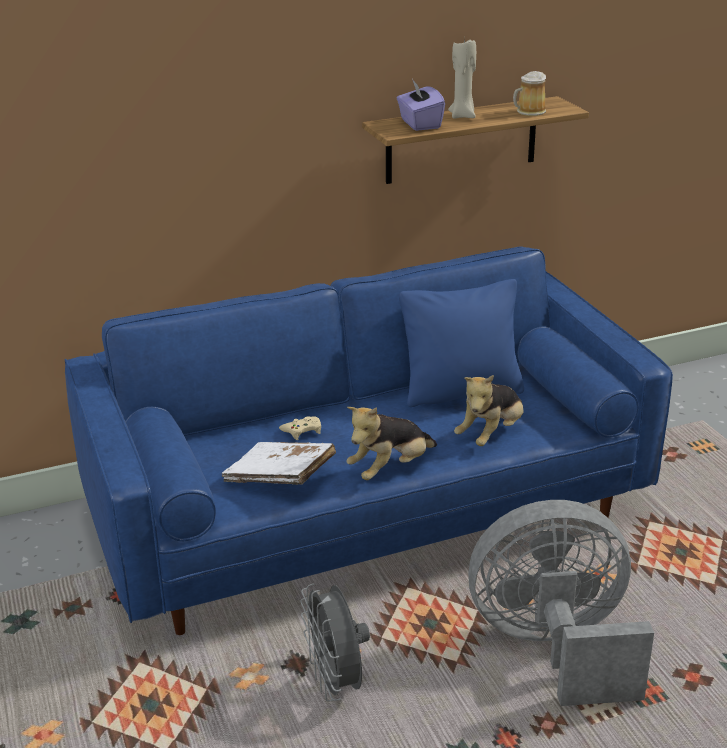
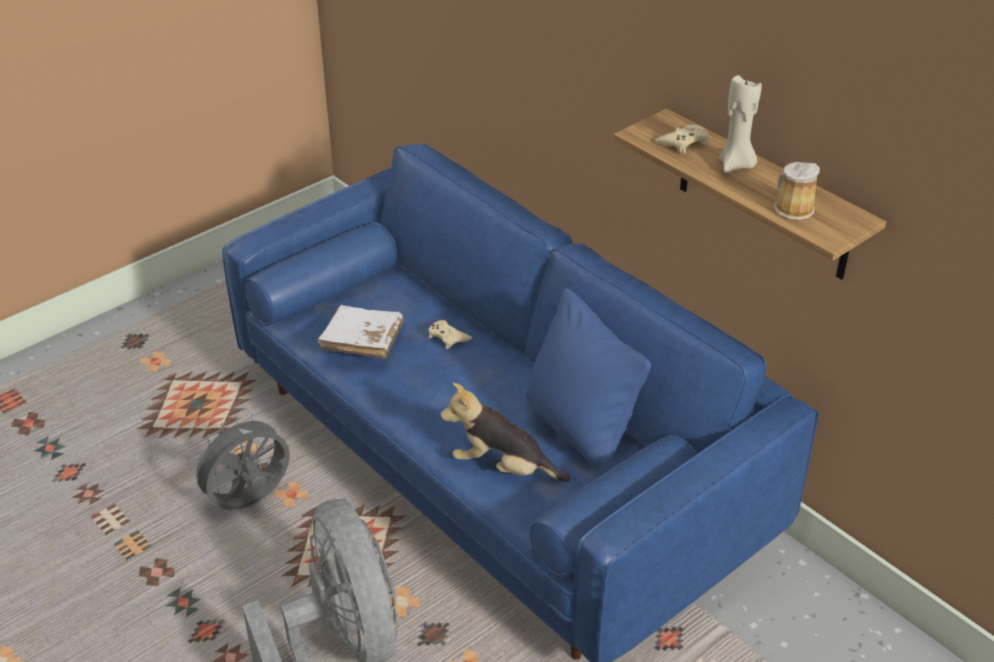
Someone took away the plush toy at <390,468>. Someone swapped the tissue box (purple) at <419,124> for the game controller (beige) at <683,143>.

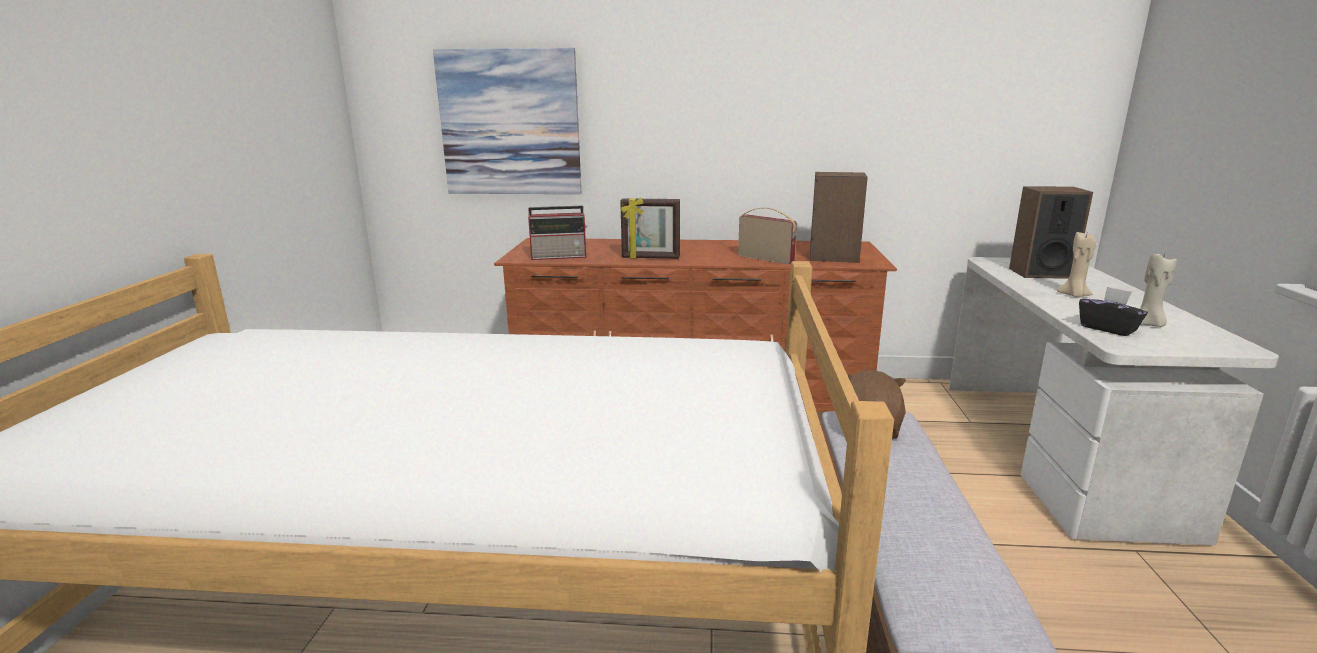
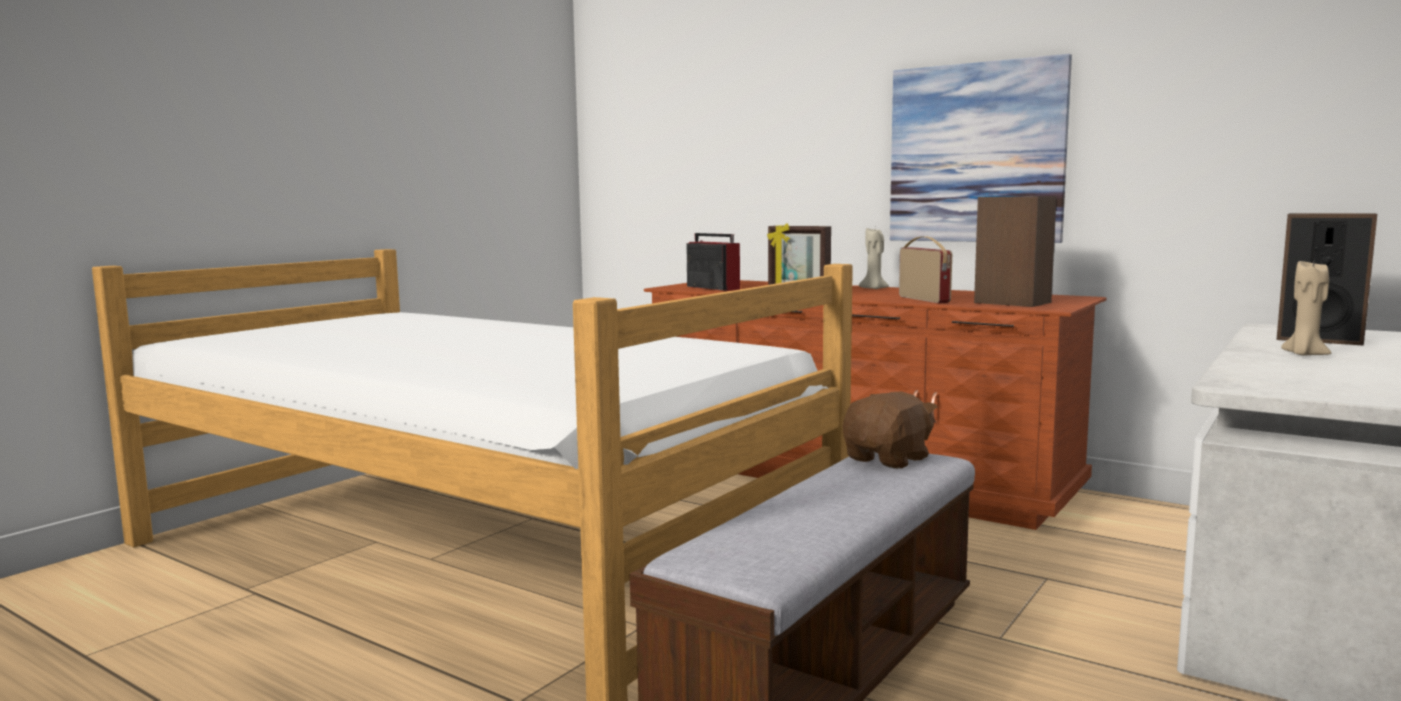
Someone carried the picture from <510,123> to <976,153>. Someone rotated the radio at <560,256> by 150 degrees counterclockwise. Someone took away the tissue box (black) at <1108,328>. Someone carried the candle (beige) from <1148,324> to <873,289>.

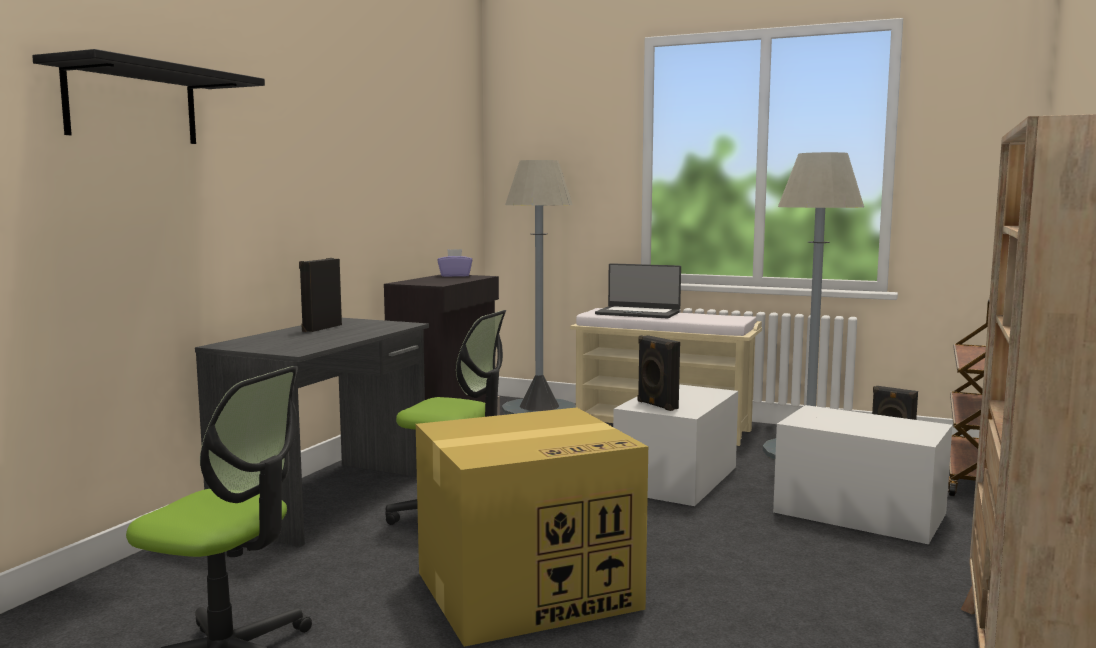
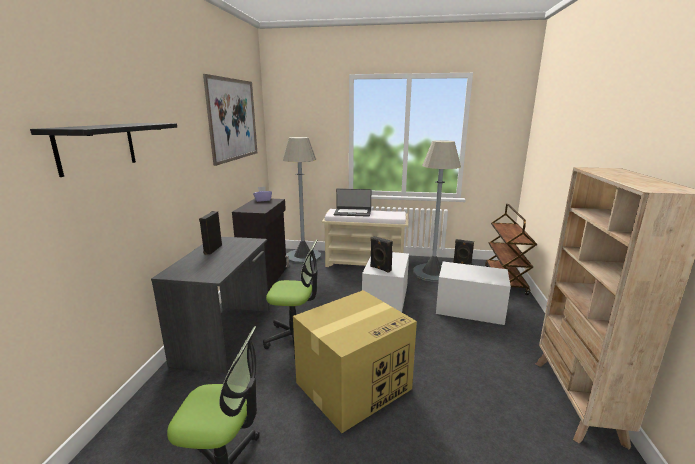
Someone put up the picture at <233,119>.

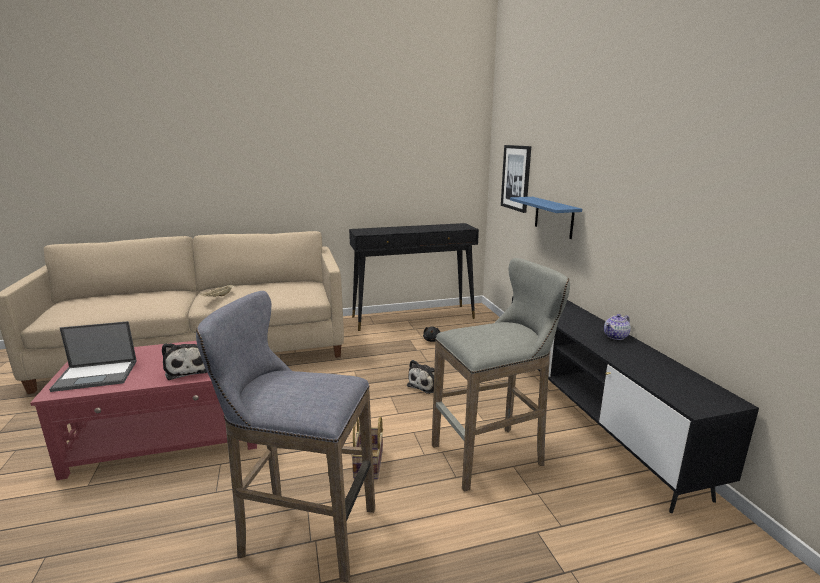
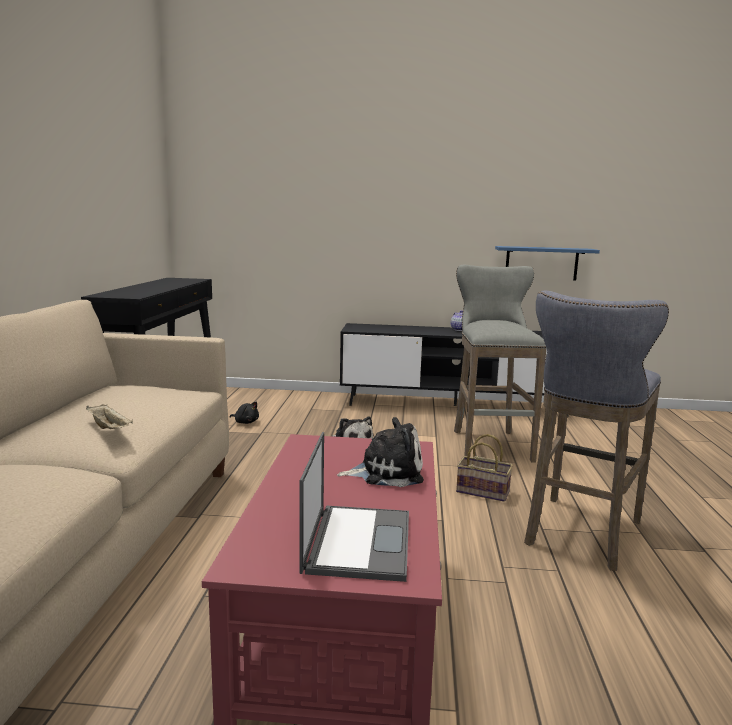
Someone took away the picture at <516,177>. Someone carried the shelf (blue) from <554,217> to <541,263>.

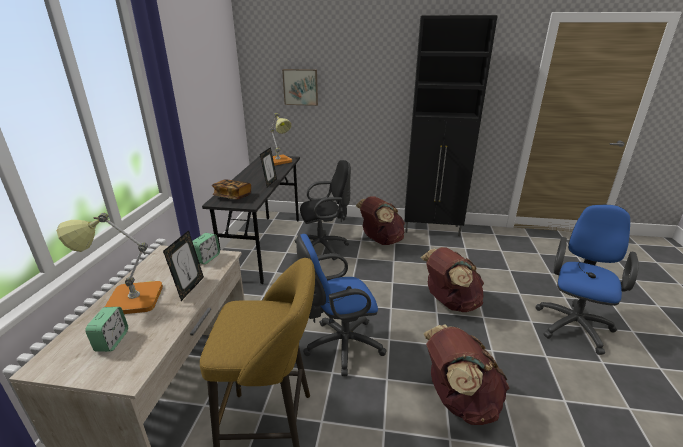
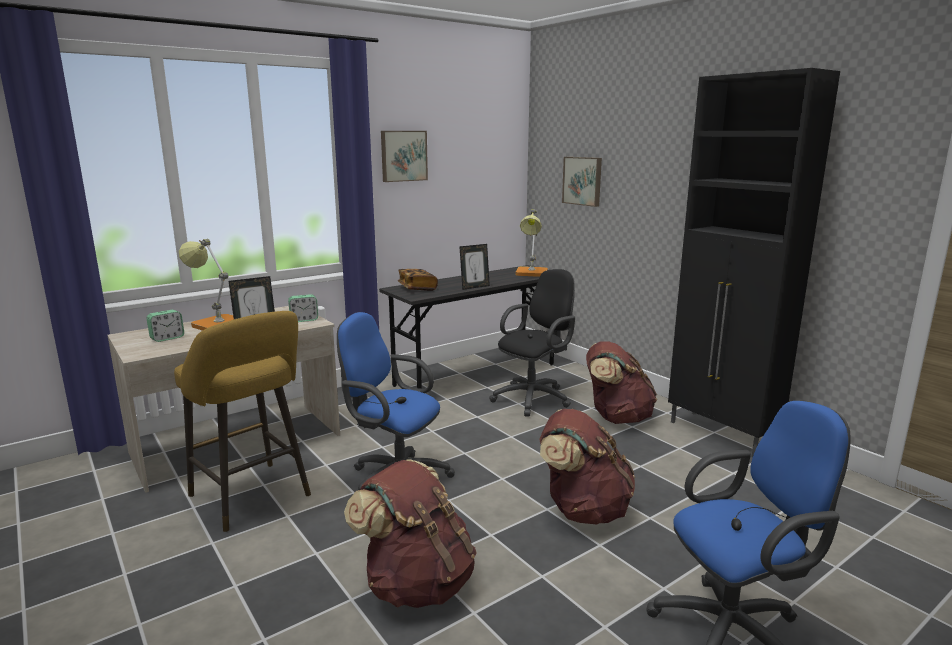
Someone rotated the office chair (black) at <324,247> by 75 degrees counterclockwise. Someone put up the picture at <403,156>.

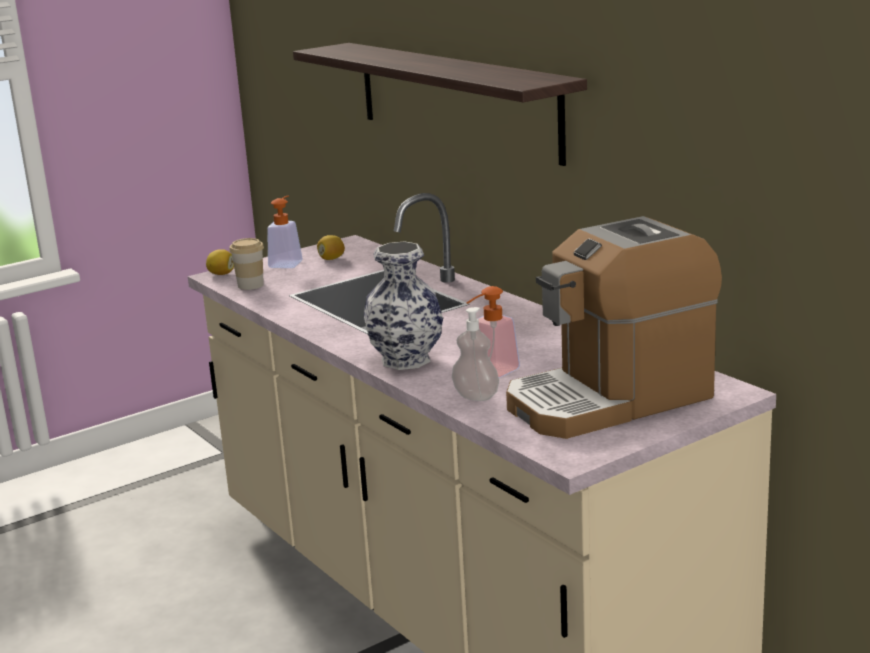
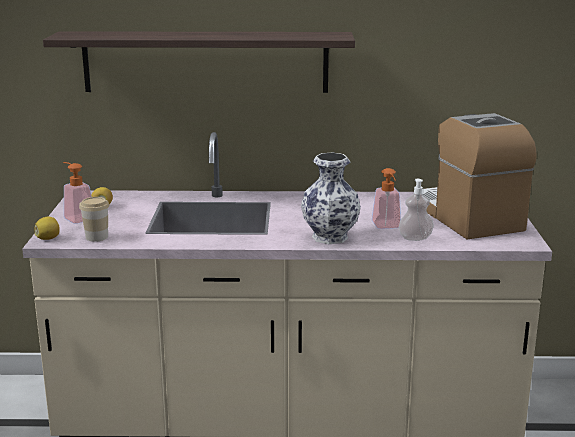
Someone rotated the coffee machine at <610,399> by 150 degrees clockwise.

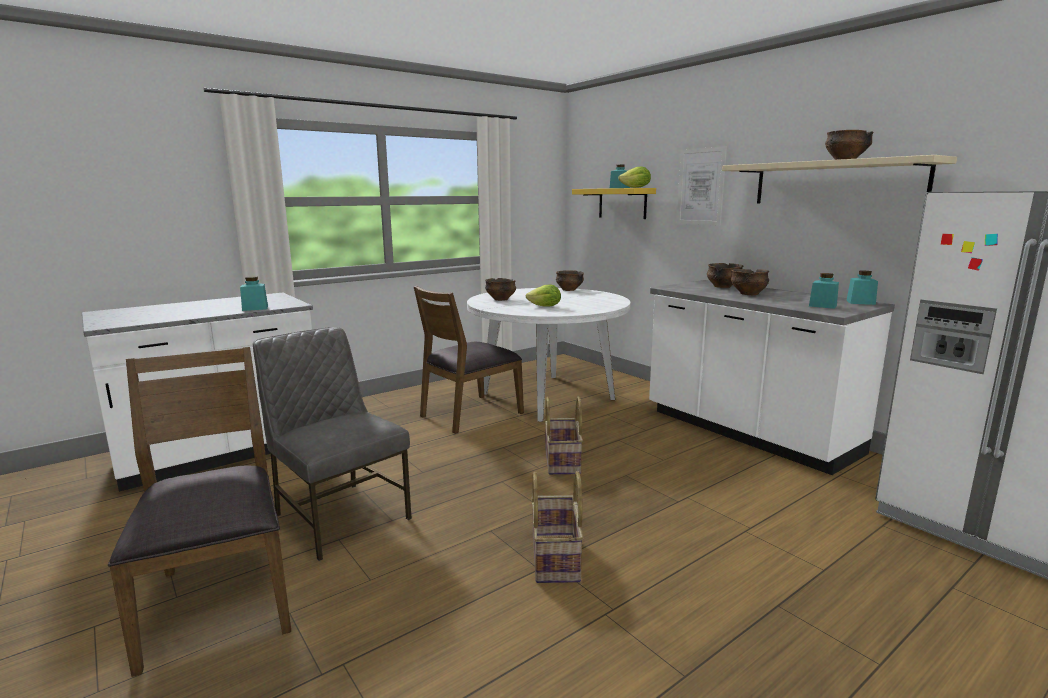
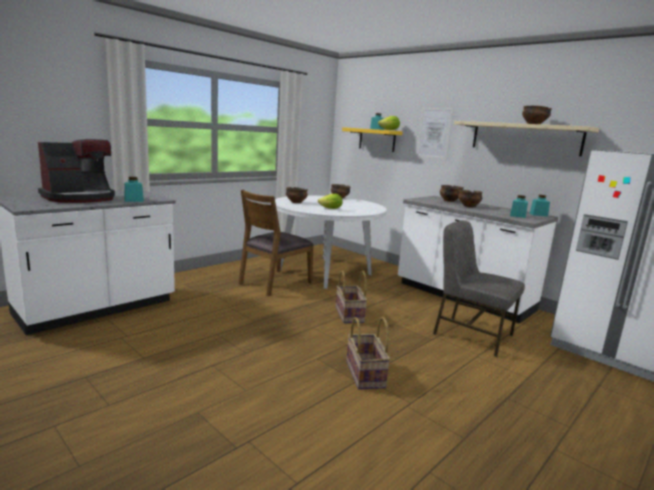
Someone took away the chair (brown) at <220,600>. Someone carried the chair (grey) from <340,516> to <471,334>. Someone put down the coffee machine at <80,198>.

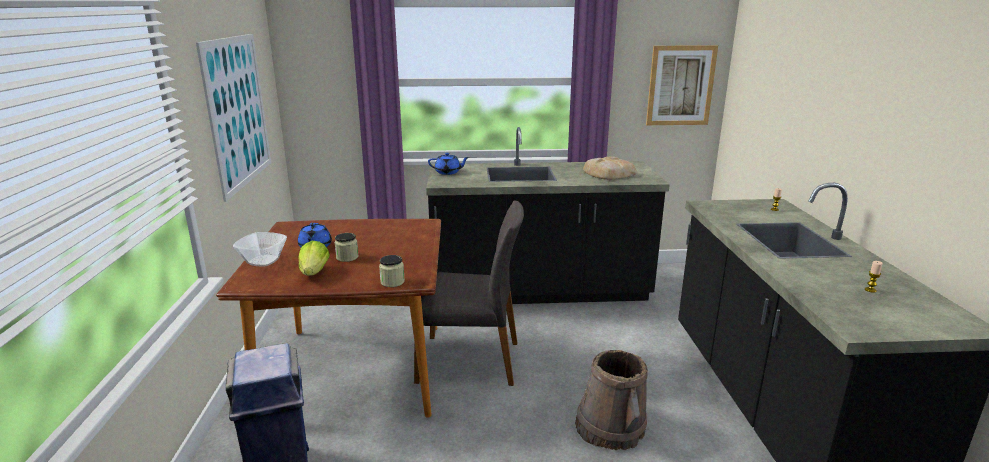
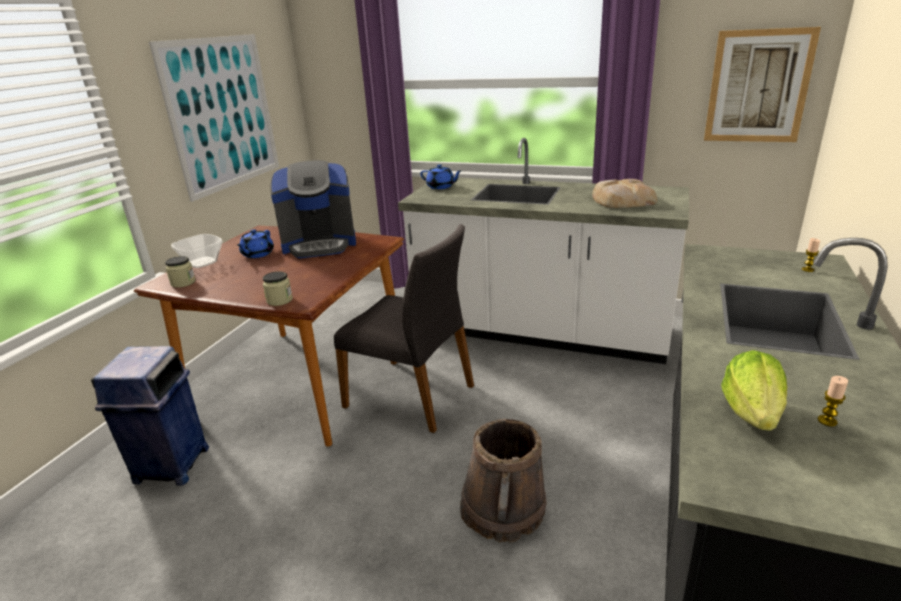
Someone carried the lettuce from <314,273> to <752,413>. Someone carried the jar from <347,257> to <183,283>. Someone repainted the counter (black) at <539,292>, which became the counter (white) at <540,333>. Someone put down the coffee machine at <320,244>.

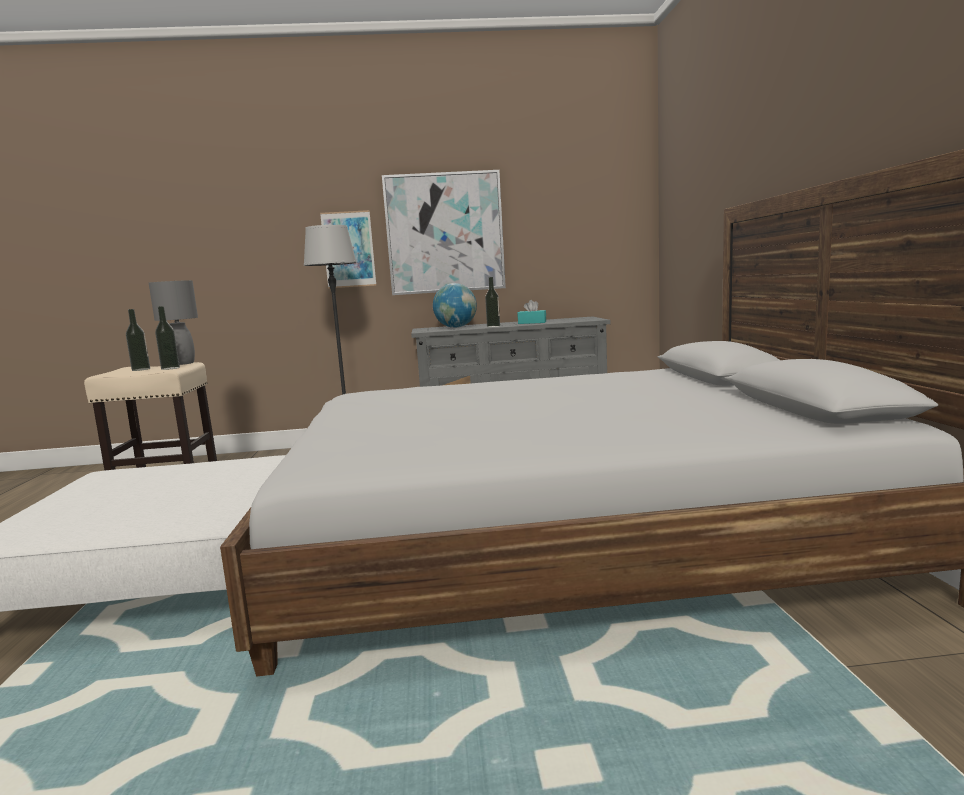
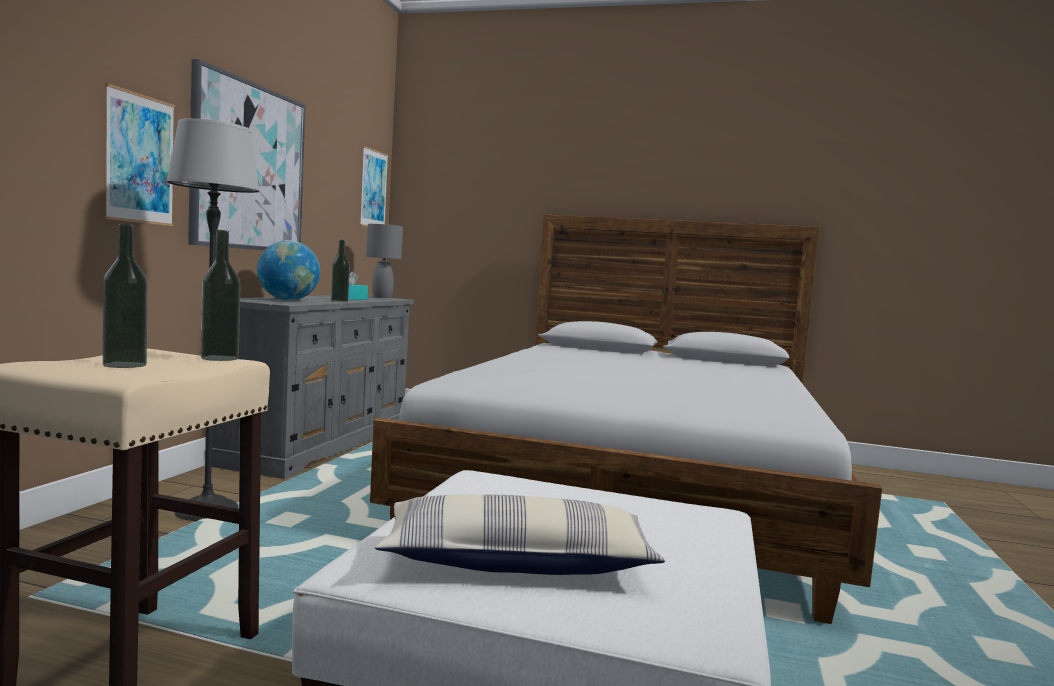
Someone carried the table lamp (grey) from <183,363> to <381,297>. Someone put up the picture at <373,189>. Someone put down the pillow at <517,561>.

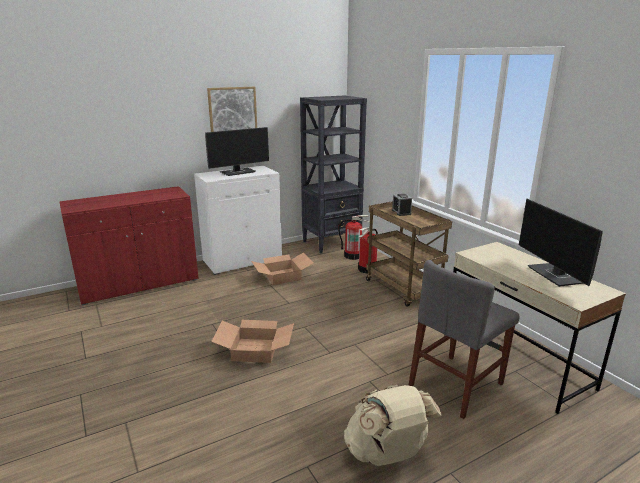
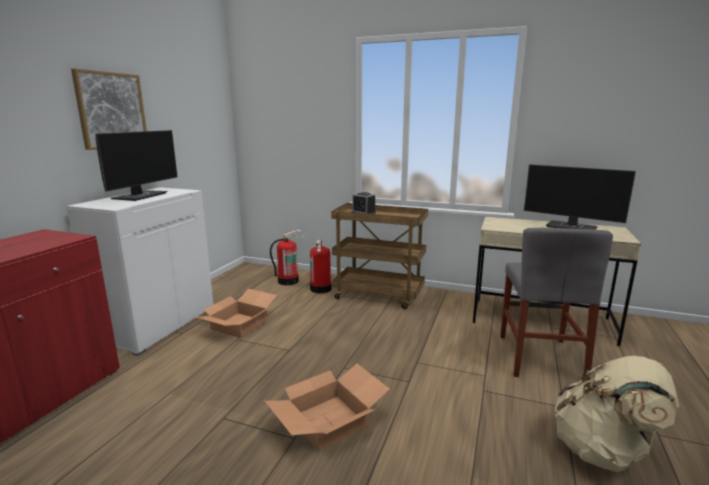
Someone took away the bookcase (black) at <332,243>.

